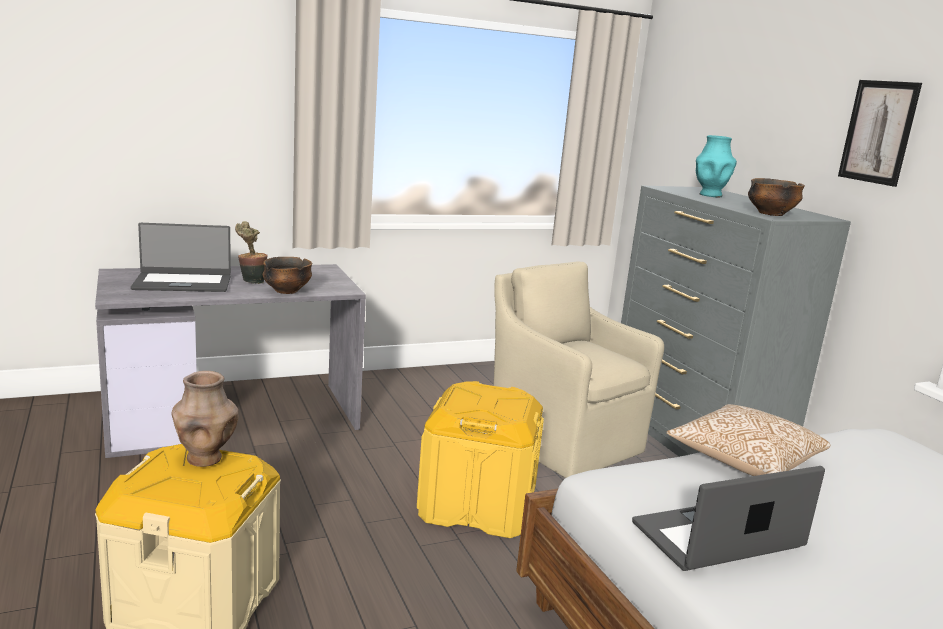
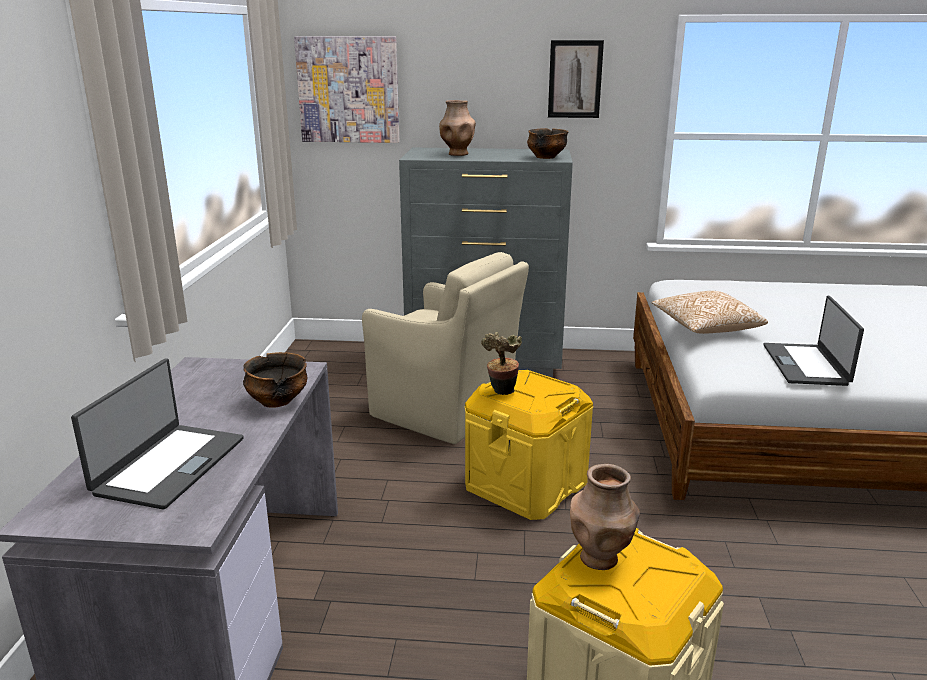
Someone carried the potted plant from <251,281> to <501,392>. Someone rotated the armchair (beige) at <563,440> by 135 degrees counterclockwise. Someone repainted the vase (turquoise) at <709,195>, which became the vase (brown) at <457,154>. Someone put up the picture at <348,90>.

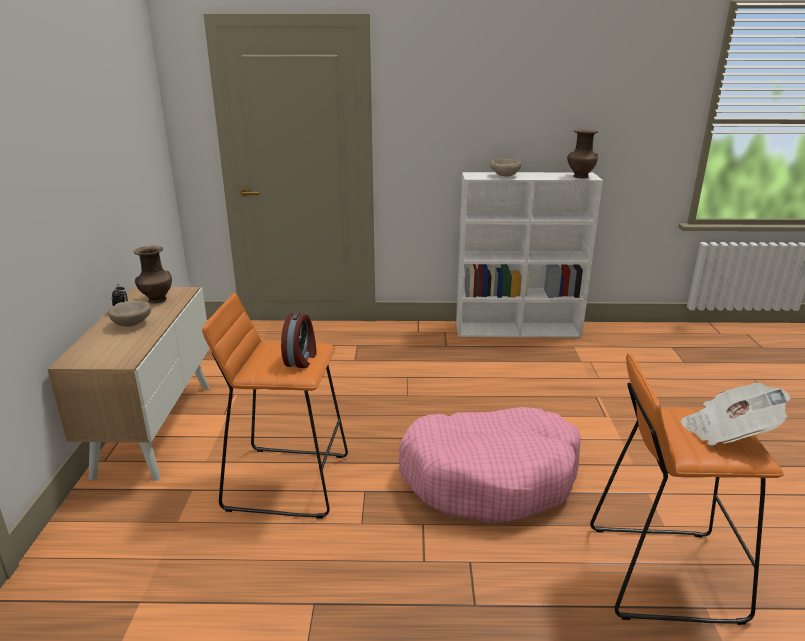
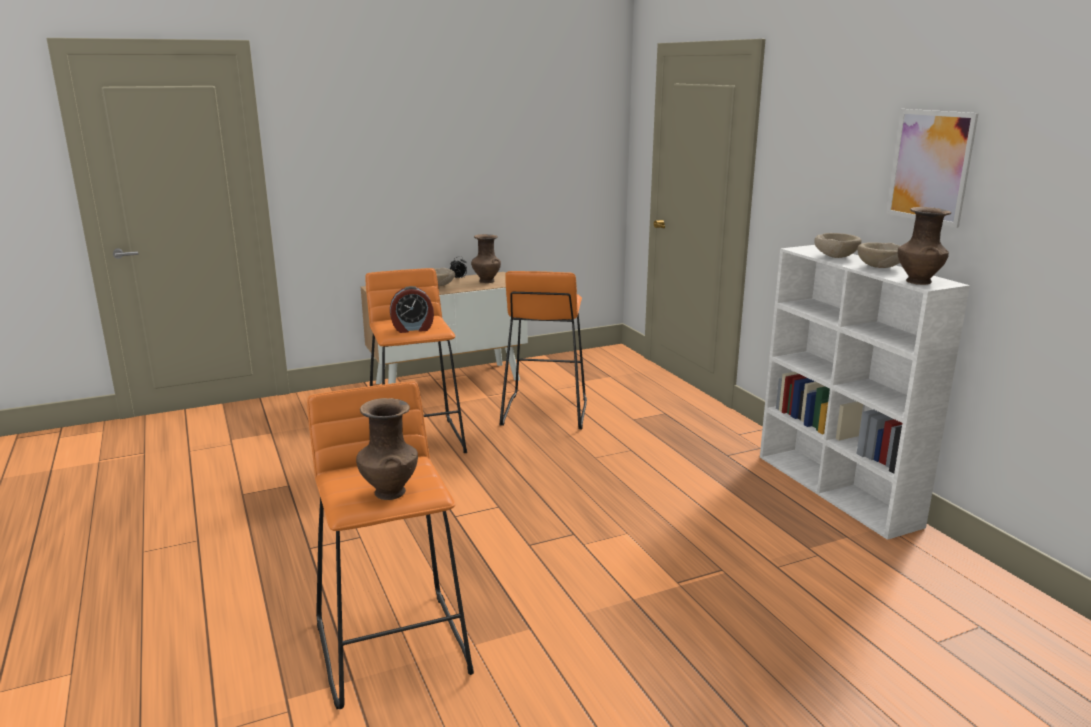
Someone took away the dog bed (pink) at <490,477>. Someone swapped the newspaper at <728,433> for the vase (brown) at <389,492>. Someone put down the stool (orange) at <544,412>. Someone put down the bowl (beige) at <881,268>. Someone put up the picture at <930,166>.

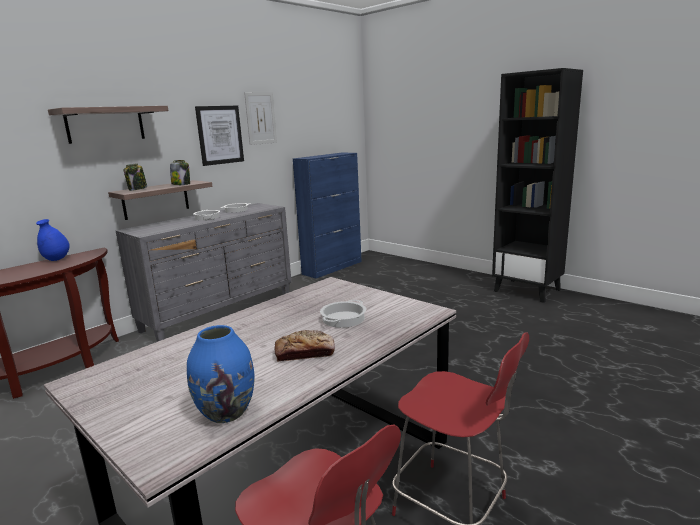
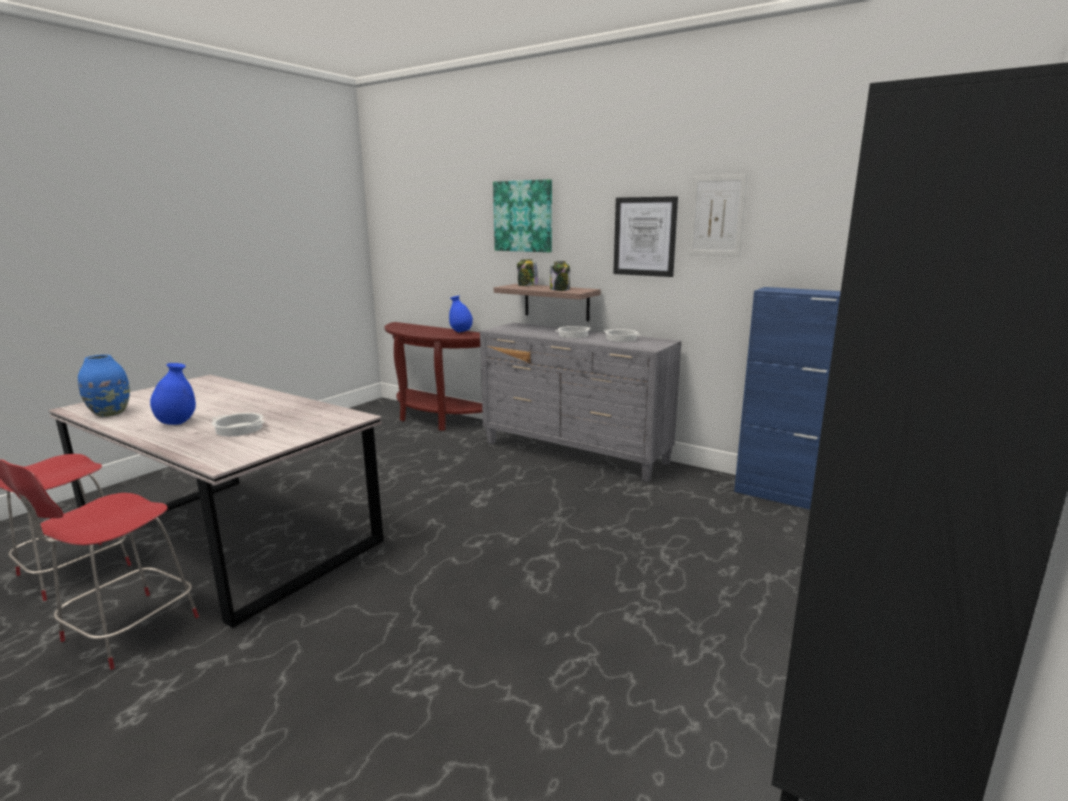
Someone swapped the shelf at <105,124> for the picture at <523,216>. Someone swapped the bread at <305,353> for the vase (blue) at <177,422>.

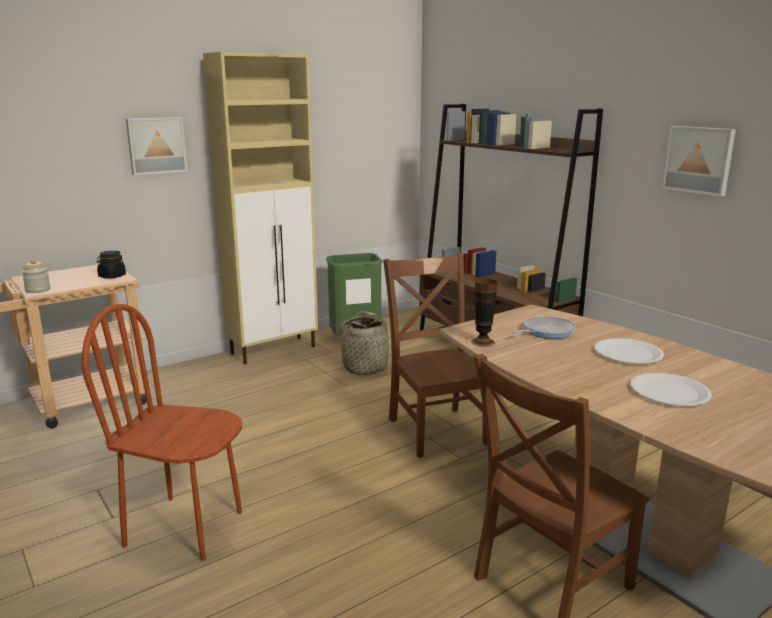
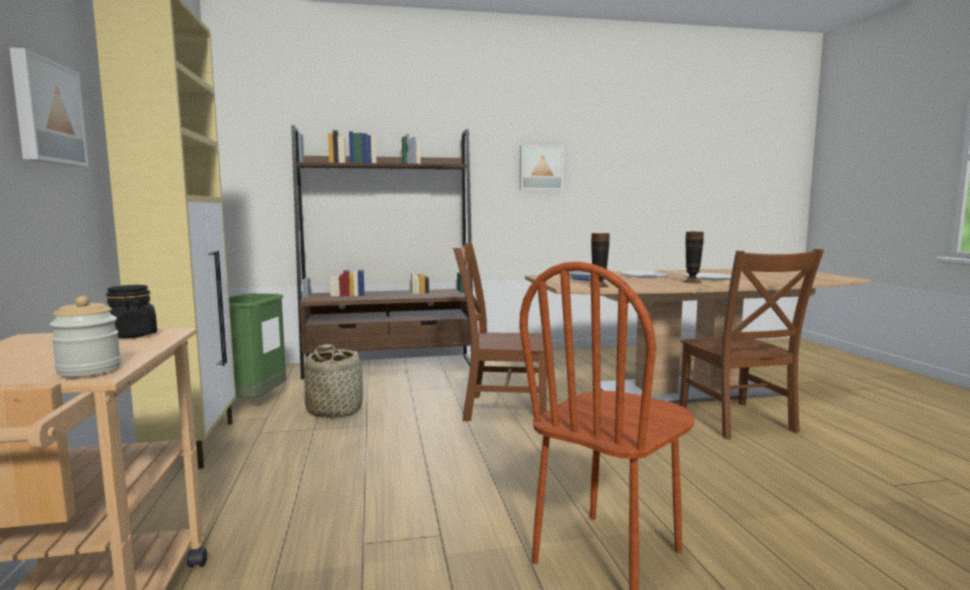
Someone put down the vase at <692,282>.

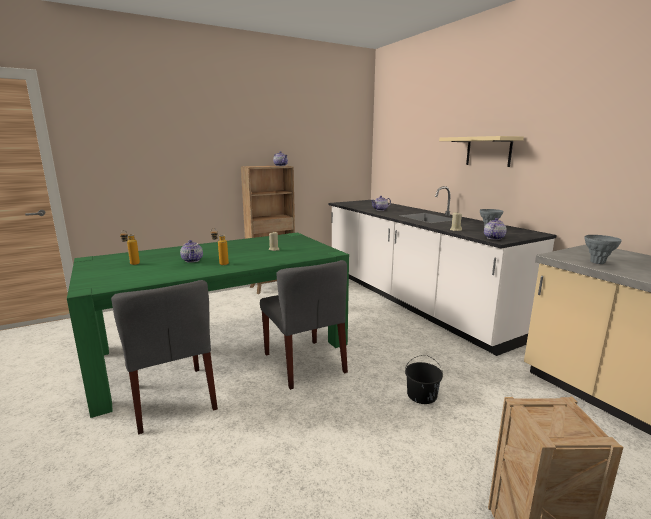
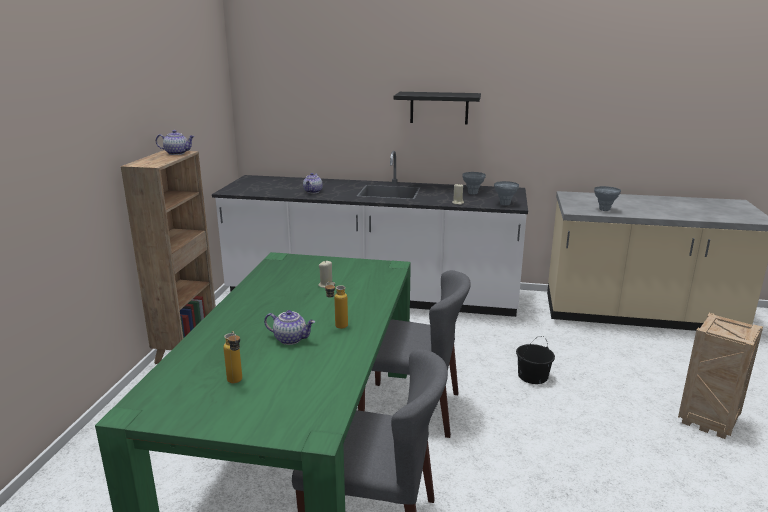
Someone repainted the shelf (beige) at <488,151>, which became the shelf (black) at <439,108>. Someone swapped the teapot at <493,238> for the vase (grey) at <505,204>.

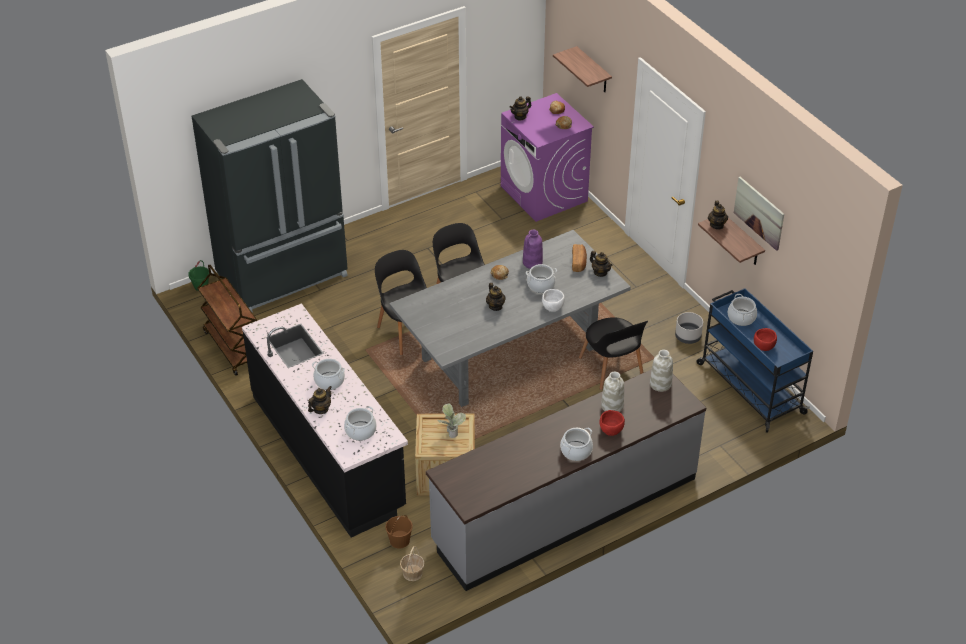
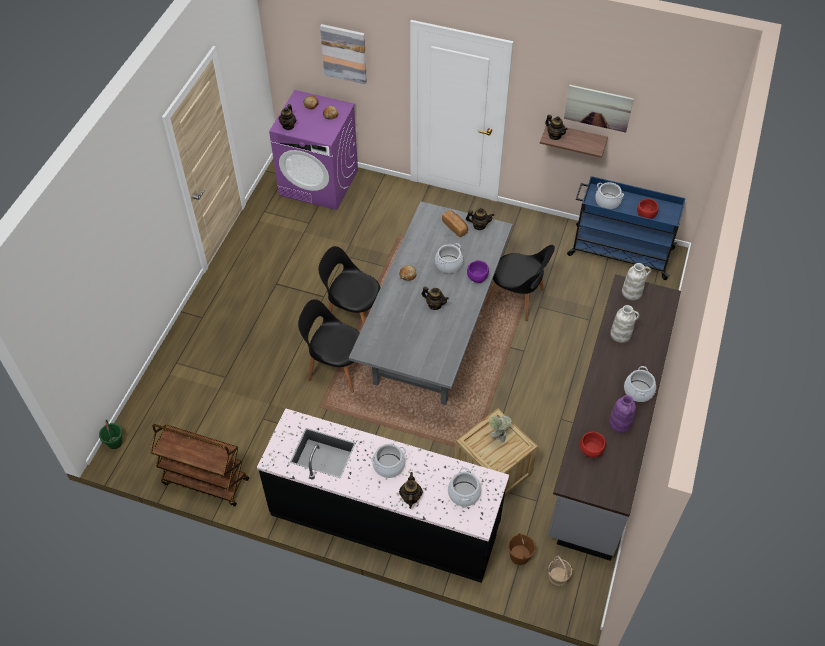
Someone took away the fridge (black) at <284,276>. Someone carried the vase (purple) from <532,263> to <620,423>. Someone repainted the bowl (white) at <552,307>, which became the bowl (purple) at <477,277>. Someone swapped the shelf at <593,71> for the picture at <344,53>. Someone carried the bowl (red) from <611,430> to <590,450>. Someone took away the planter (grey) at <688,336>.

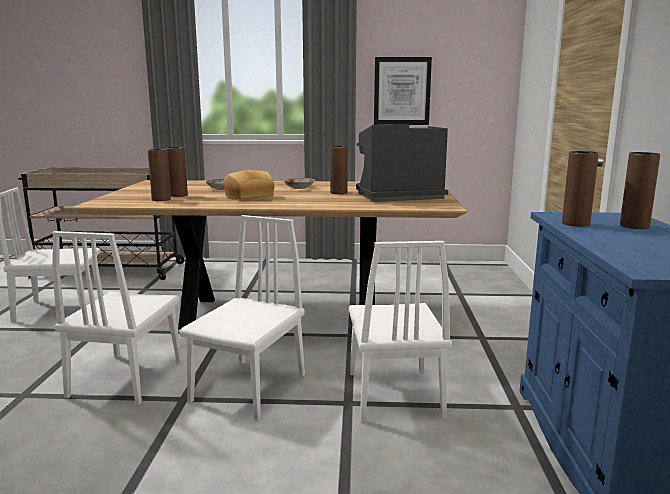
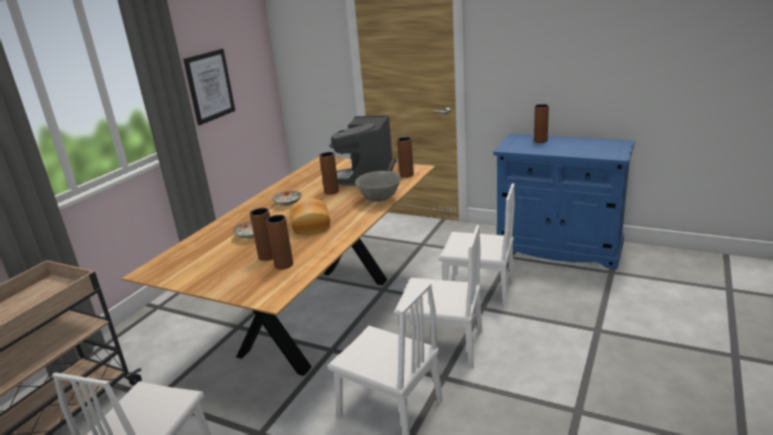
Someone rotated the chair (white) at <248,388> by 150 degrees clockwise. Someone carried the vase (brown) from <575,224> to <406,175>. Someone put down the bowl (grey) at <380,199>.

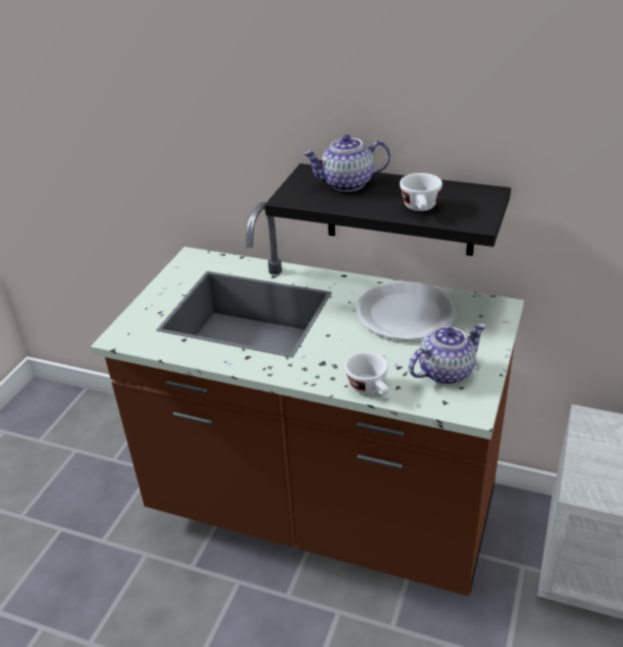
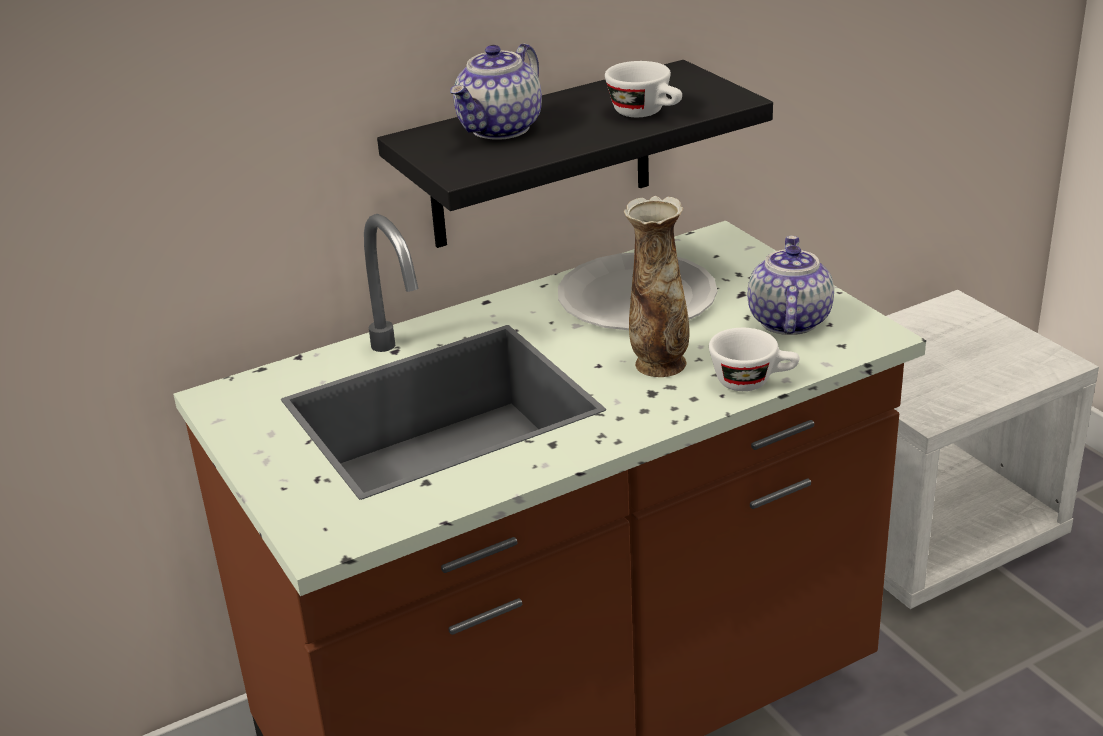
Someone put down the vase at <658,364>.

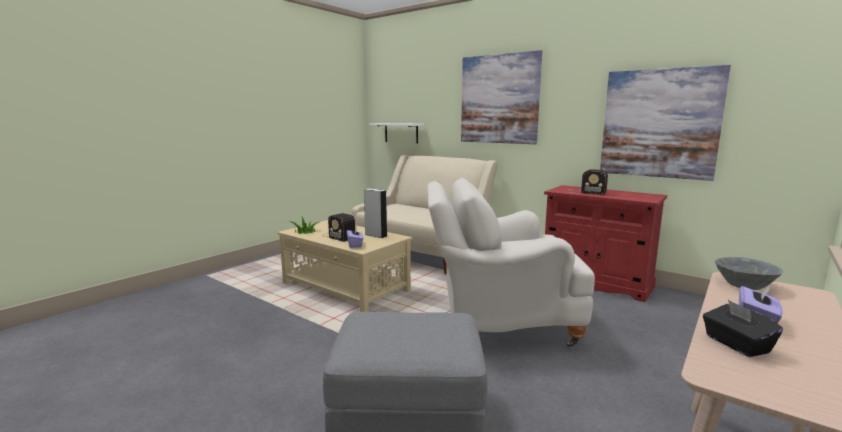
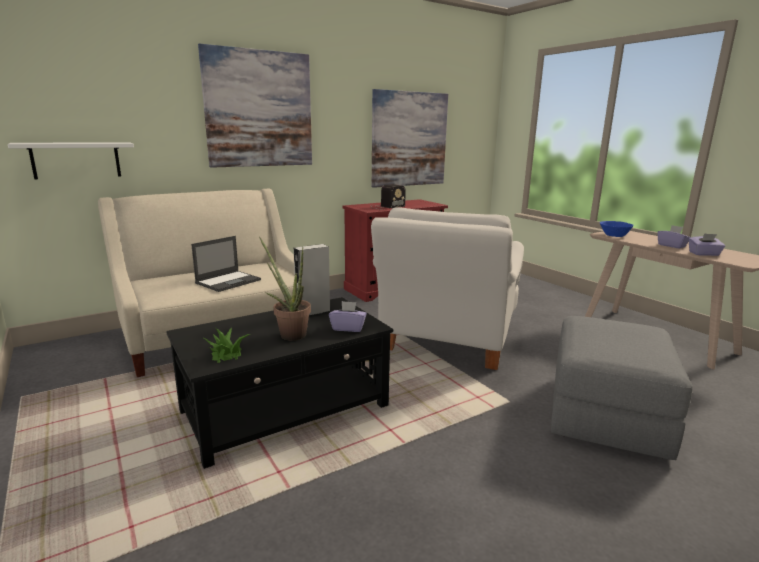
Someone repainted the coffee table (beige) at <345,287>, which became the coffee table (black) at <286,408>. Someone swapped the radio at <338,236> for the potted plant at <289,333>. Someone repainted the tissue box (black) at <736,344>, which became the tissue box (purple) at <704,254>. Someone repainted the bowl (grey) at <744,285>, which became the bowl (blue) at <614,235>. Someone put down the laptop at <229,281>.

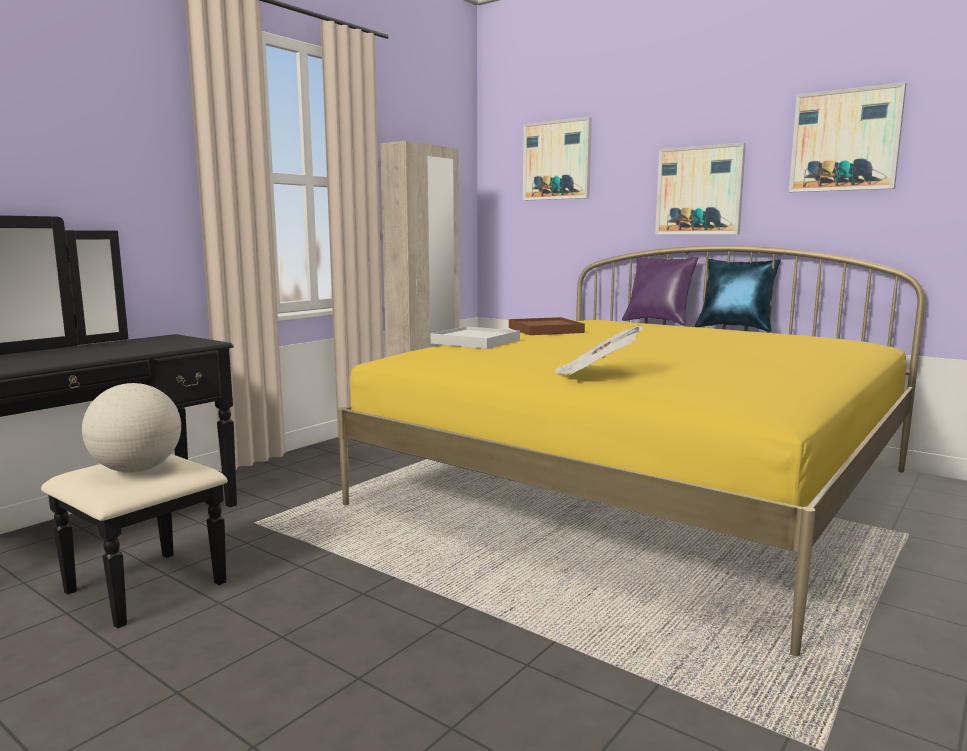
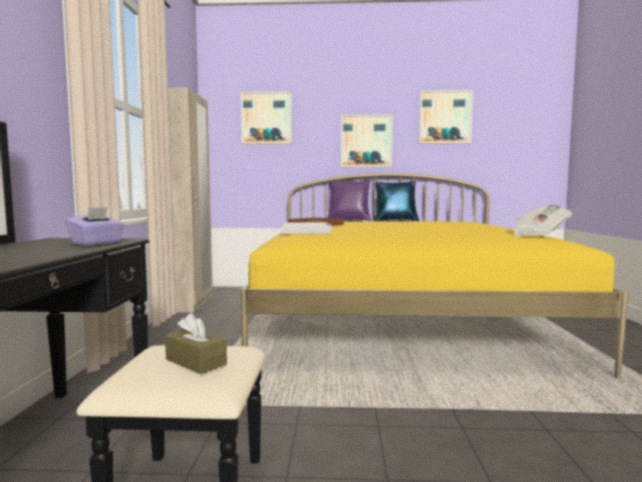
Someone swapped the globe at <137,470> for the tissue box (brown) at <196,361>. Someone carried the newspaper from <596,374> to <538,235>. Someone put down the tissue box (purple) at <97,243>.

